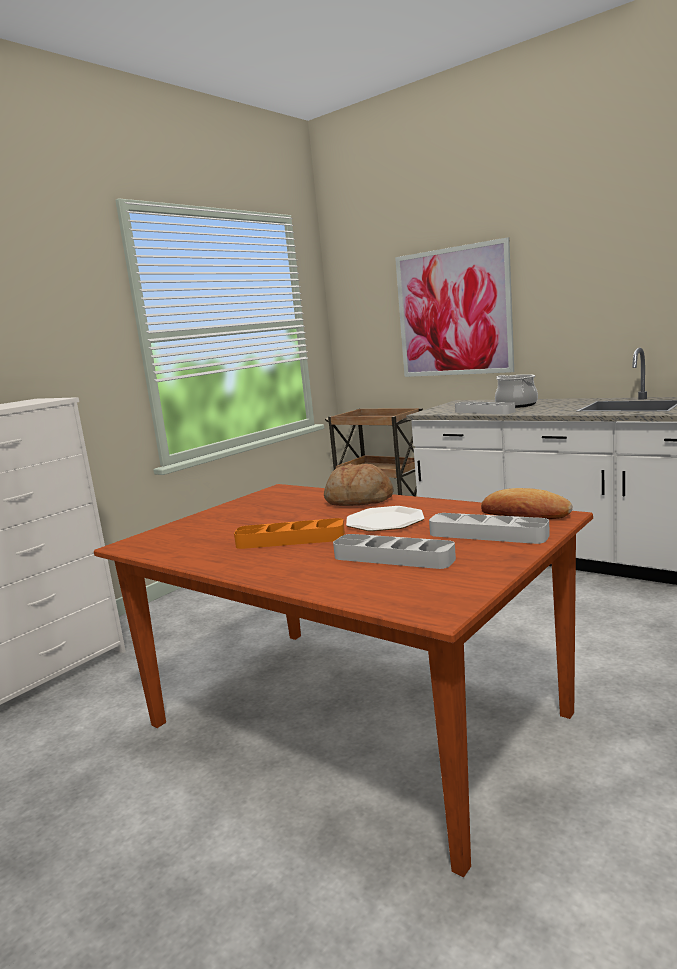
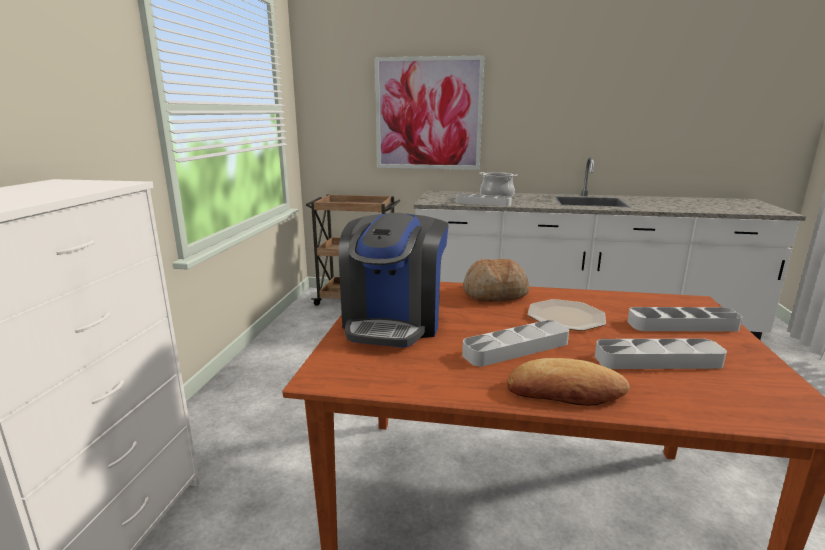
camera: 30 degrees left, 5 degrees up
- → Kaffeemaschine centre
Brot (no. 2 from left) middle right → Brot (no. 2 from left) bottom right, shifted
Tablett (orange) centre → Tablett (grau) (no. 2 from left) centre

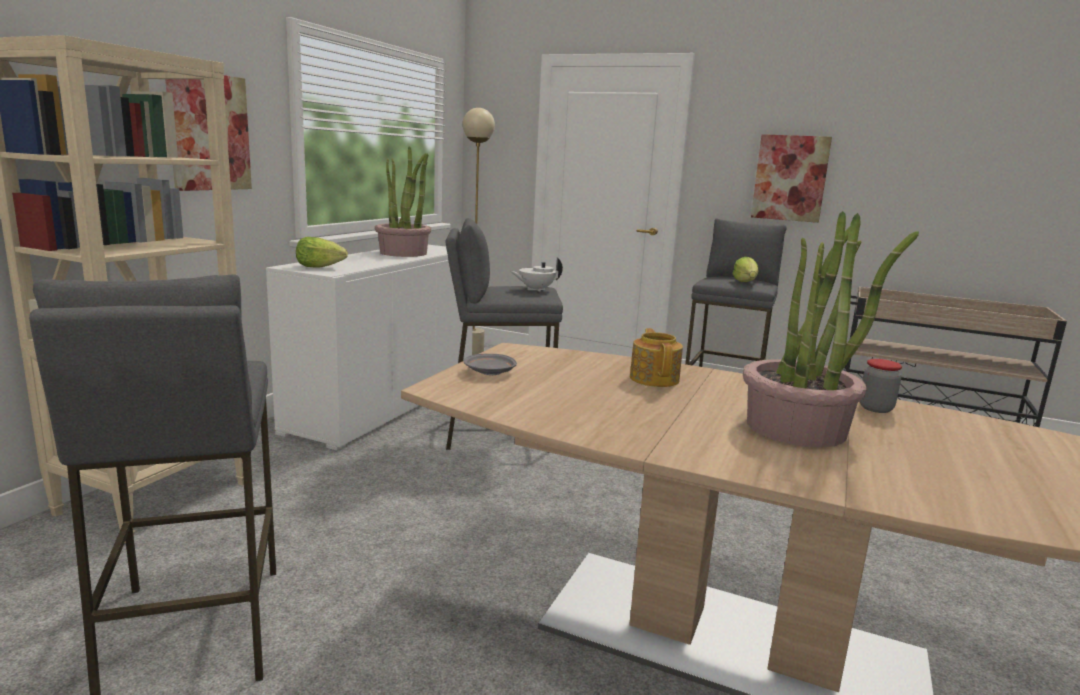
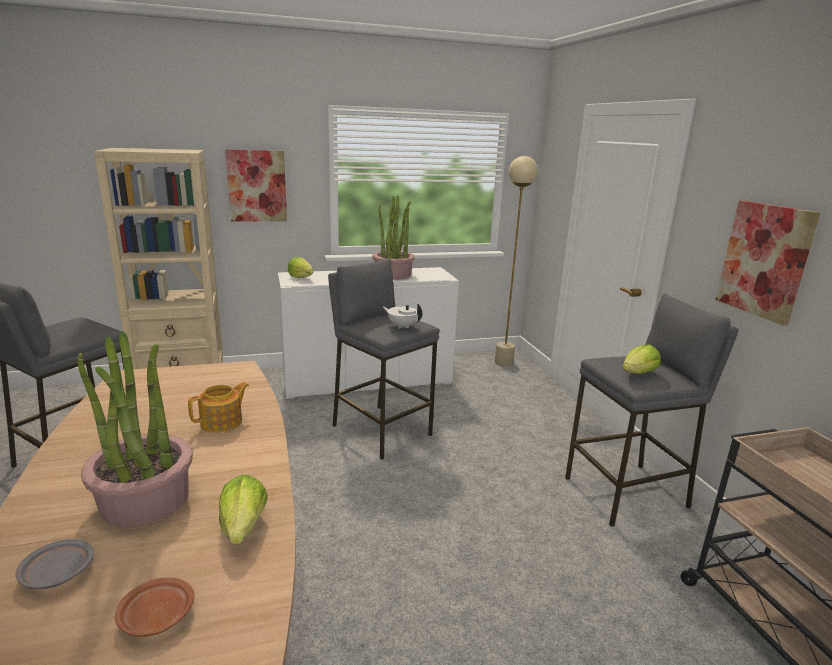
camera: 50 degrees right, 5 degrees up
- → Teller (braun) bottom left
Teller (grau) centre → Teller (grau) bottom left, shifted
Vorratsglas middle right → Salatkopf (no. 1 from left) bottom left

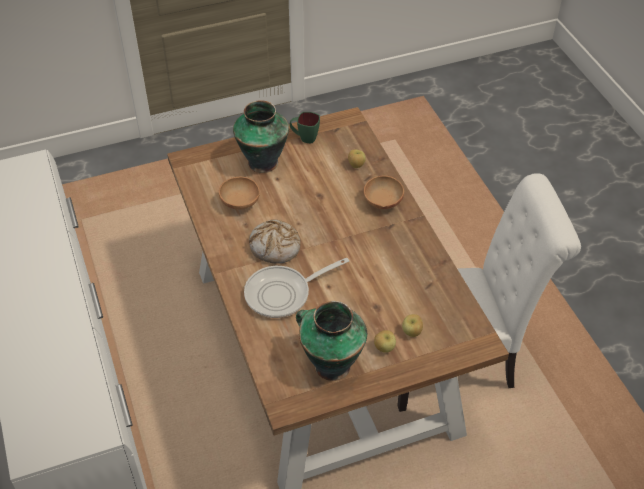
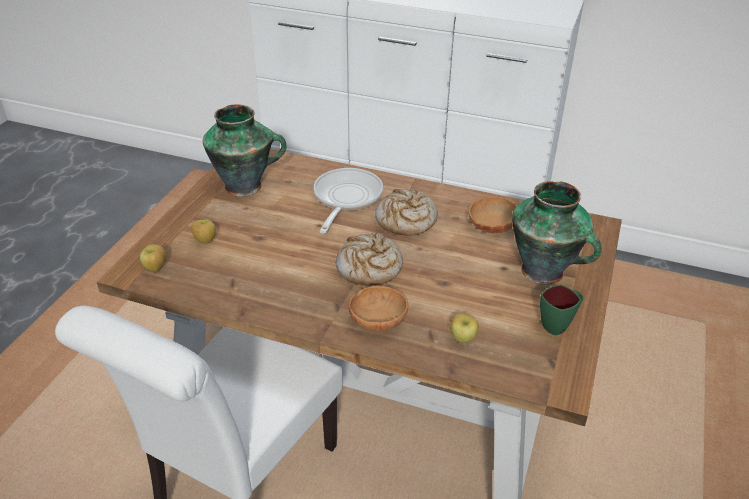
camera: 130 degrees right, 10 degrees down
- → Brot (no. 1 from left) centre
Apfel (no. 2 from left in the first image) bottom centre → Apfel (no. 1 from left) middle left, shifted

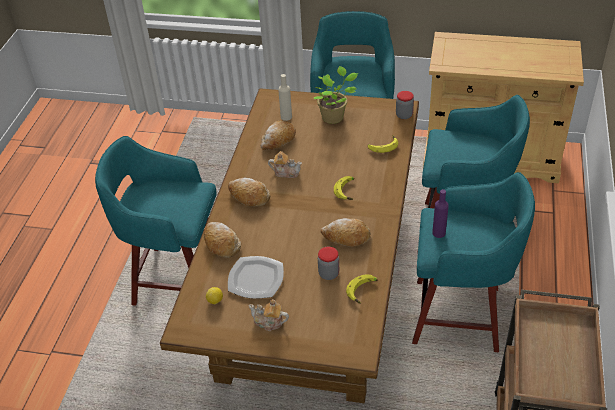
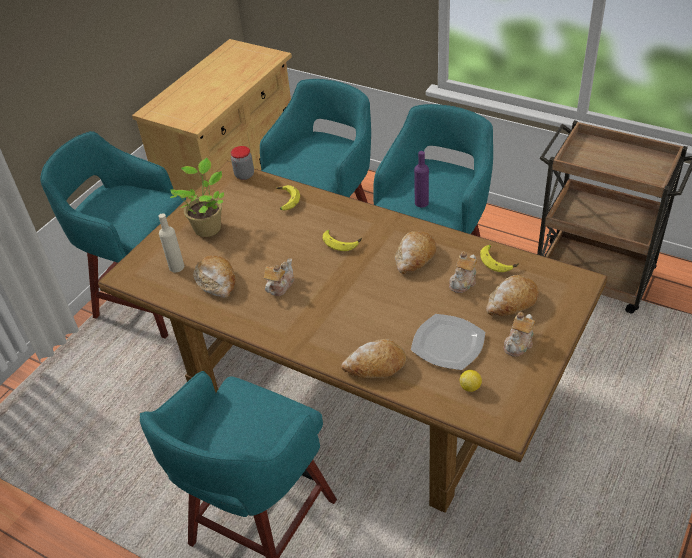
camera: 70 degrees left, 0 degrees up
Brot (no. 2 from left in the first image) centre → Brot (no. 4 from left) middle right, shifted
Vorratsglas (no. 1 from left) centre → Teekanne (no. 2 from left) middle right

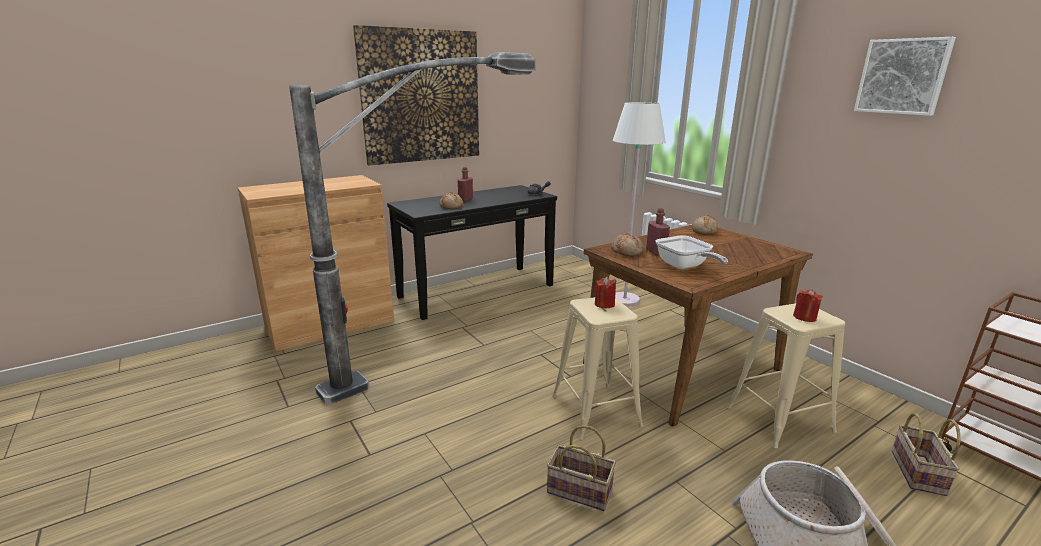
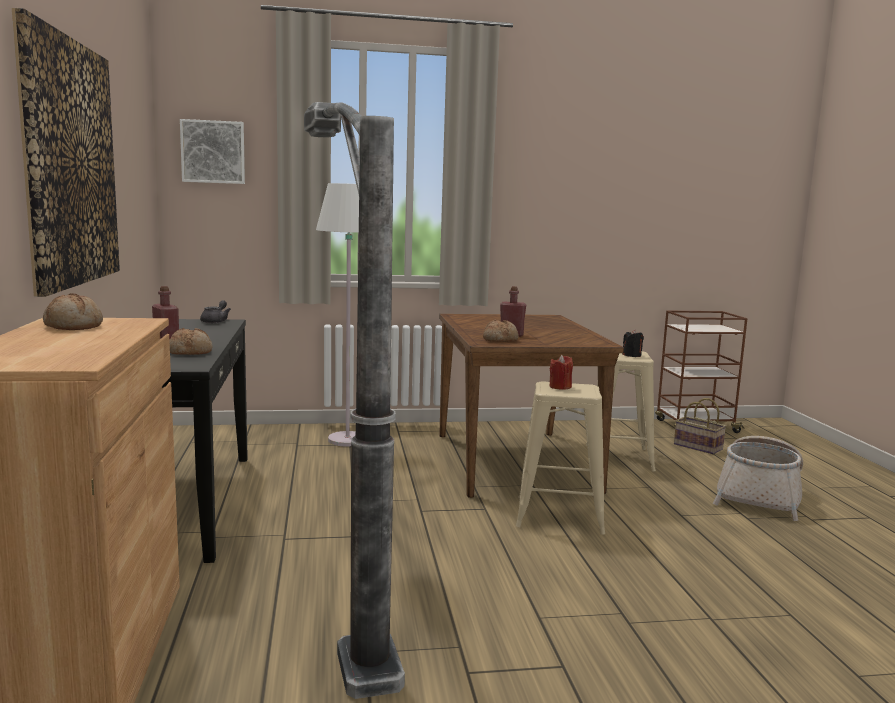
camera: 65 degrees left, 10 degrees down
Korb (no. 1 from left) bottom centre → -
Pfanne centre → -
Brot (no. 3 from left in the first image) middle right → Brot (no. 1 from left) middle left, shifted
Bild (no. 2 from left) top right → Bild (no. 2 from left) top left, shifted
Kerze (rot) (no. 2 from left) middle right → Kerze (schwarz) middle right

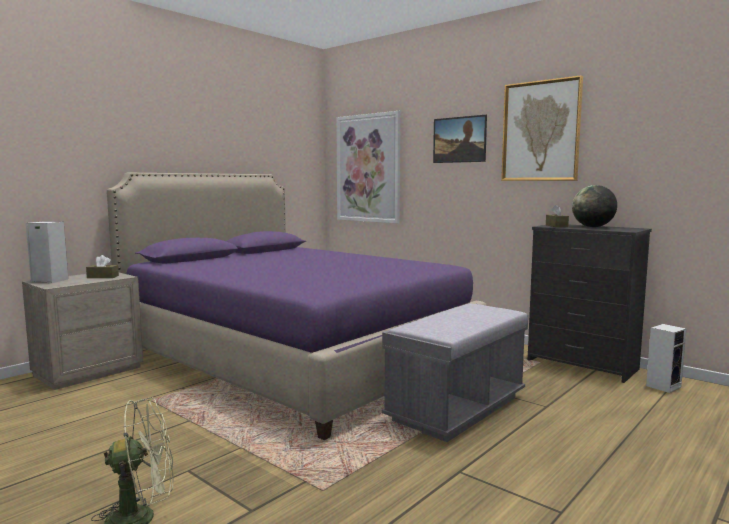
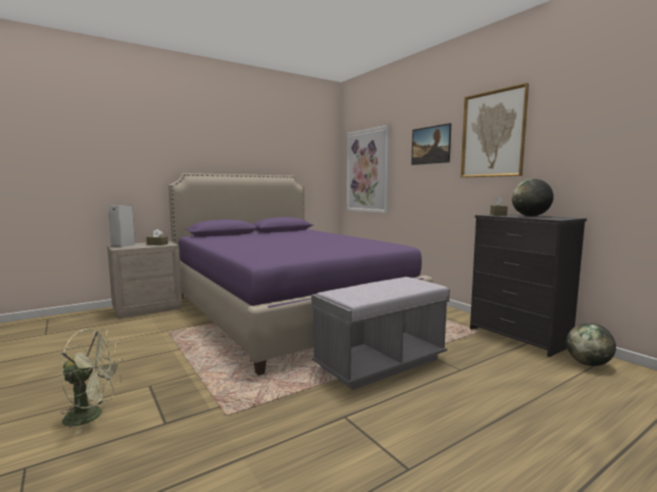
camera: 15 degrees right, 0 degrees up
Lautsprecher (no. 2 from left) bottom right → Globus (no. 2 from left) bottom right

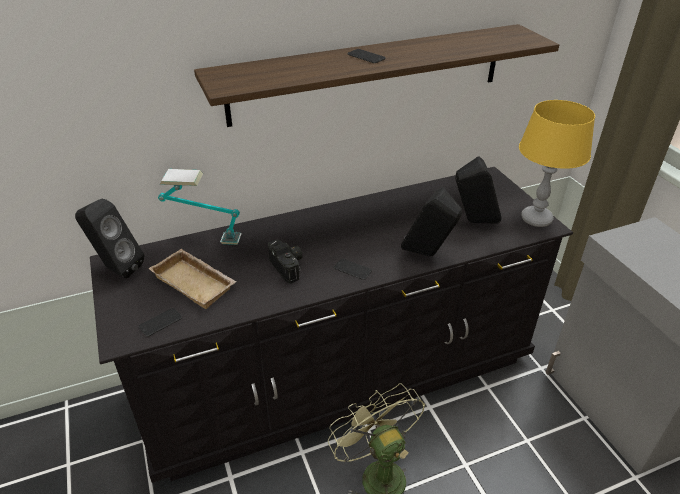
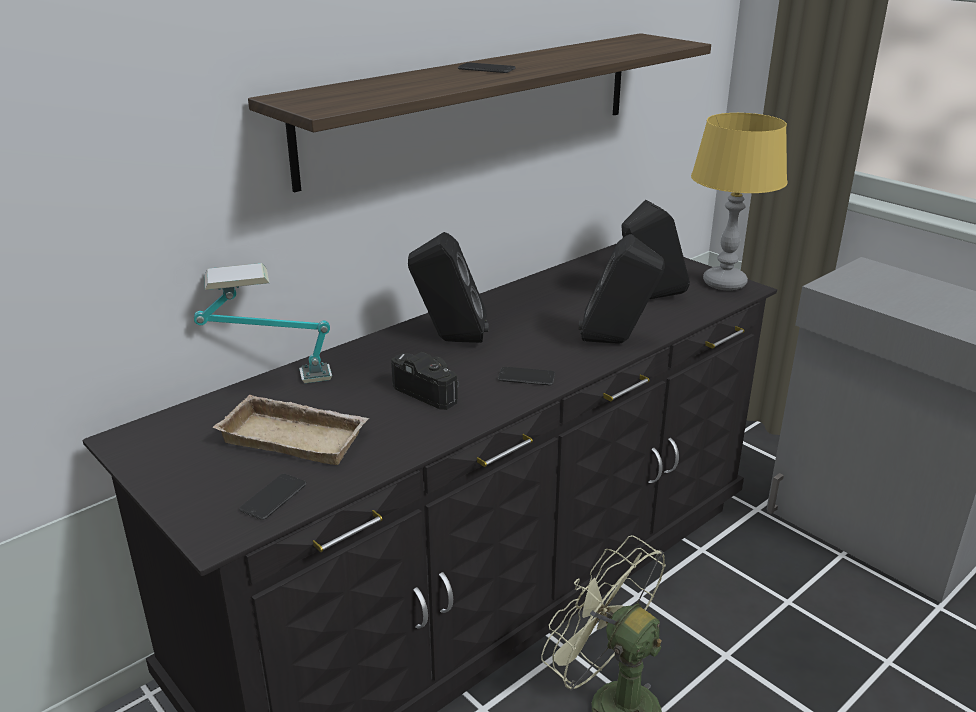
camera: 20 degrees left, 10 degrees down
Lautsprecher (schwarz) (no. 1 from left) middle left → Lautsprecher (schwarz) (no. 1 from left) centre, shifted

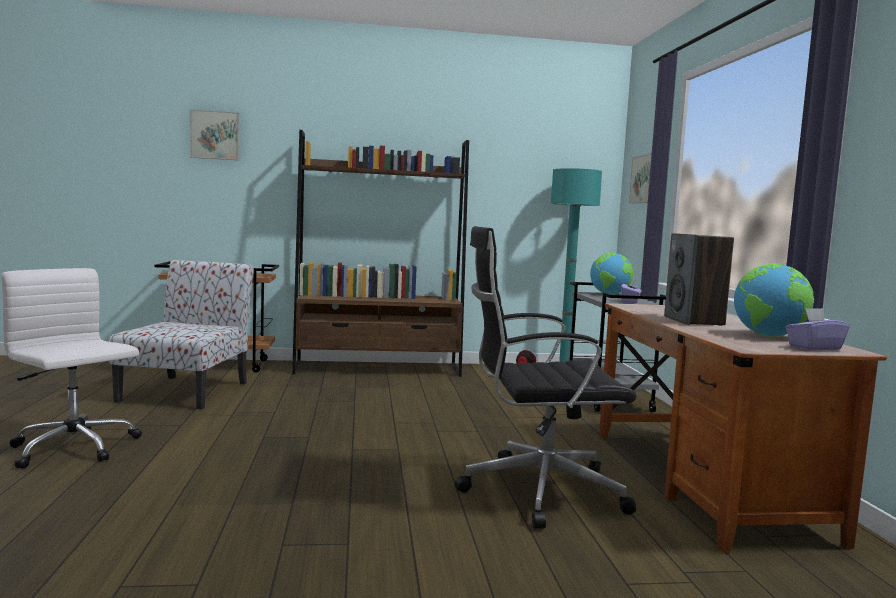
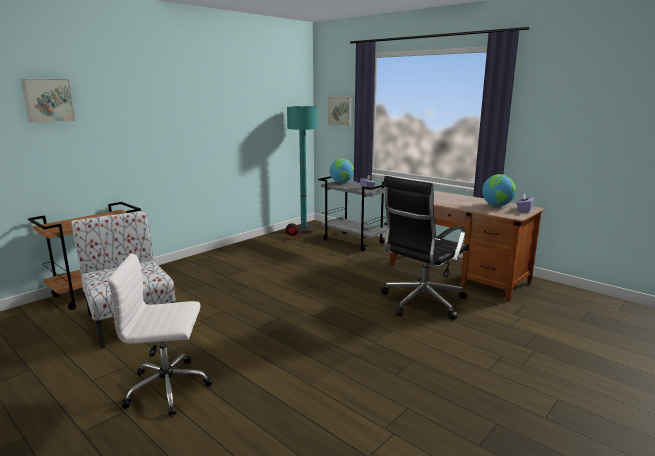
camera: 40 degrees left, 10 degrees up
Bücherregal (braun) centre → -
Lautsprecher middle right → -

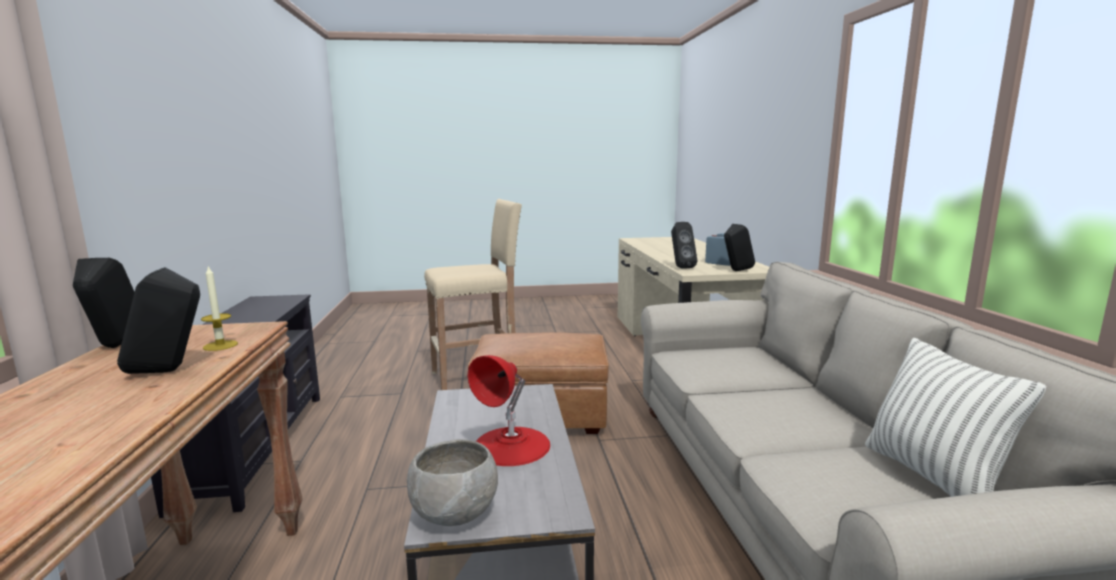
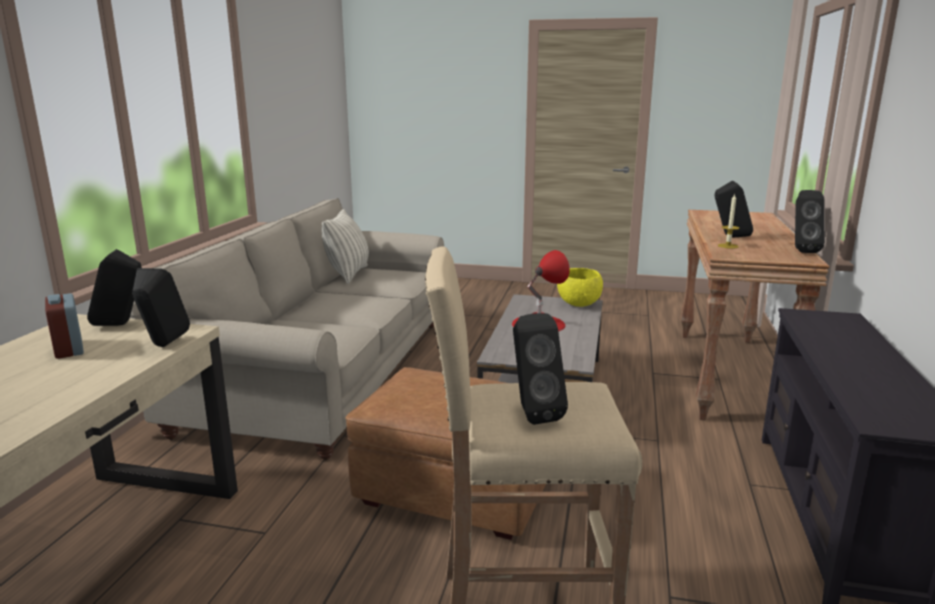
camera: 160 degrees left, 5 degrees up
- → Lautsprecher (schwarz) (no. 3 from left) centre
Schüssel (grau) bottom centre → Schüssel (gelb) centre

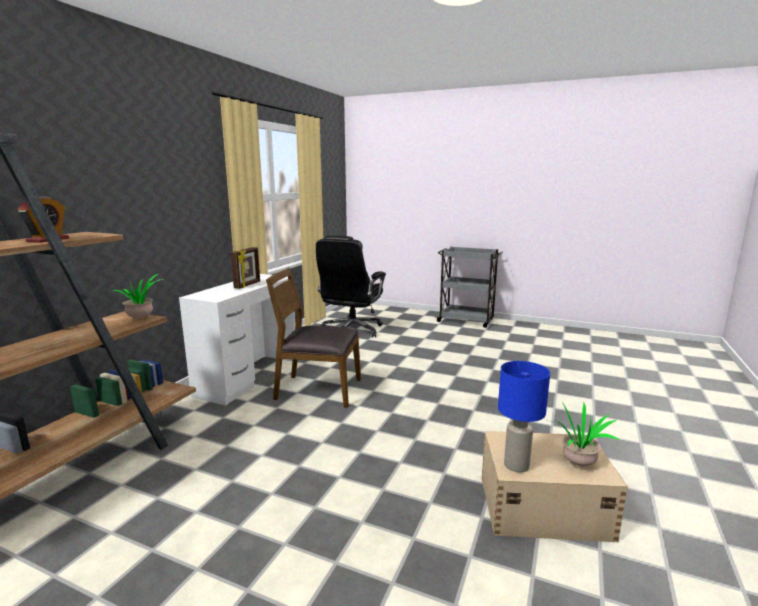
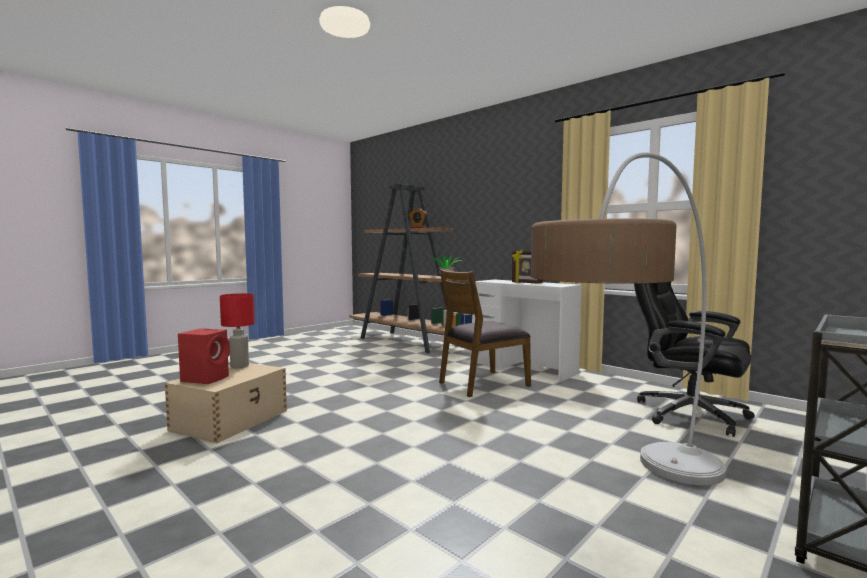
camera: 110 degrees right, 10 degrees down
- → Stehlampe middle right
Topfpflanze (no. 2 from left) bottom right → Lautsprecher (rot) middle left
Tischlampe (blau) bottom right → Tischlampe (rot) middle left
Stuhl (braun) centre, 150 degrees counterclockwise

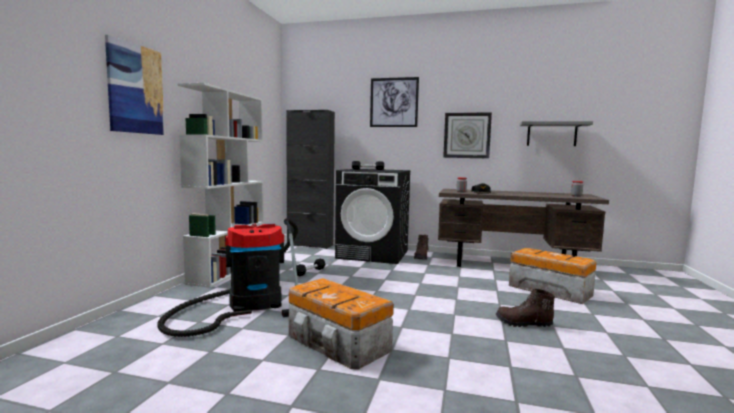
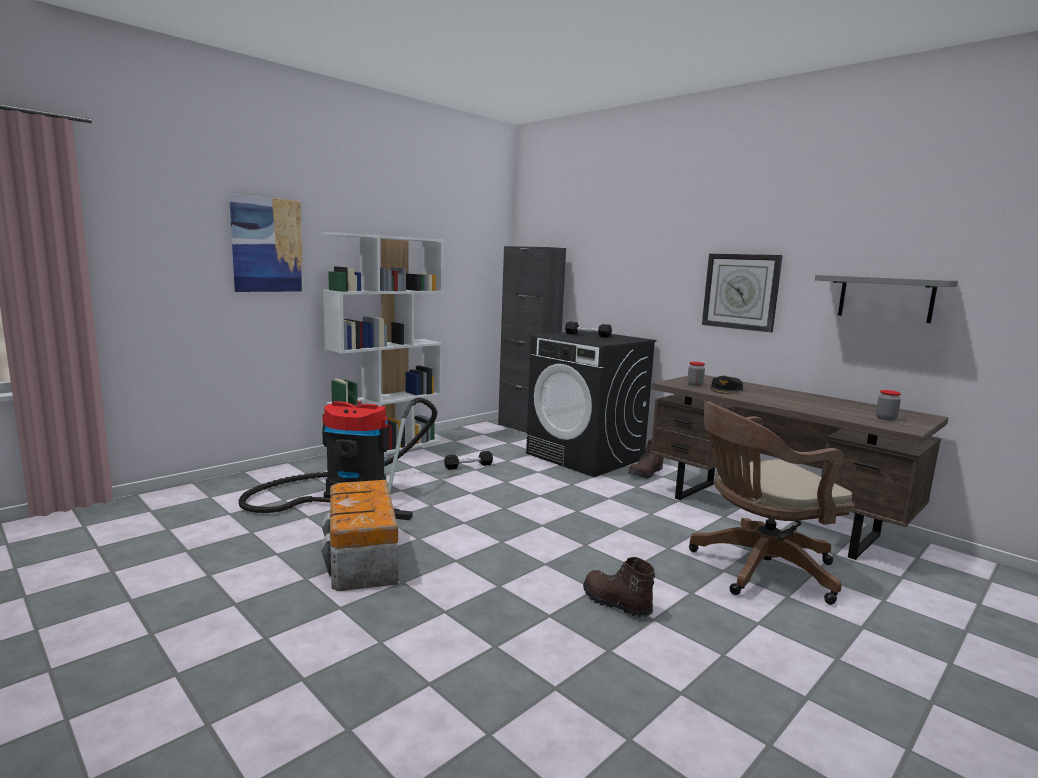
camera: 30 degrees right, 5 degrees up
Bild (no. 2 from left) top centre → -
Aufbewahrungsbox (no. 2 from left) bottom right → Bürostuhl (braun) middle right

